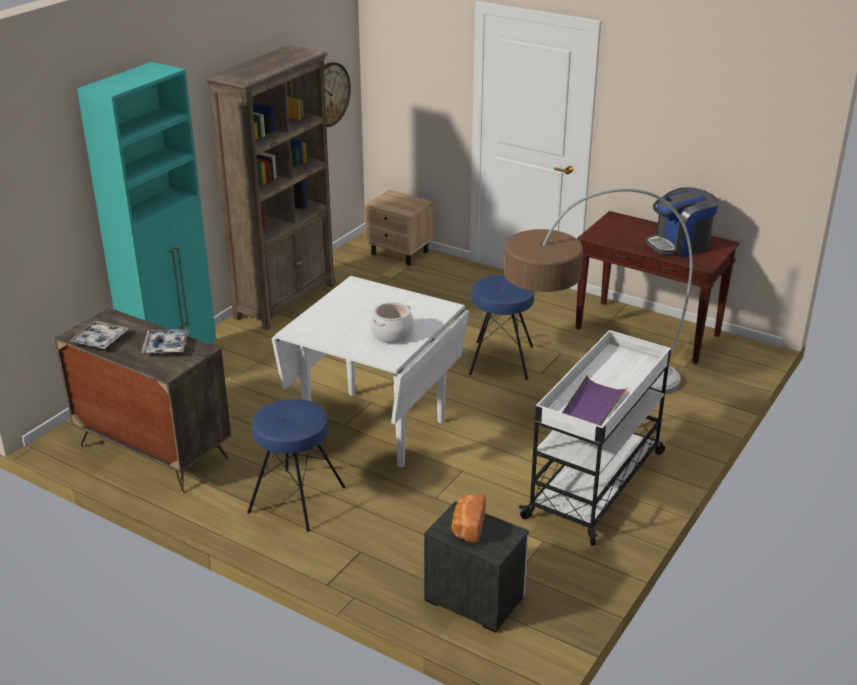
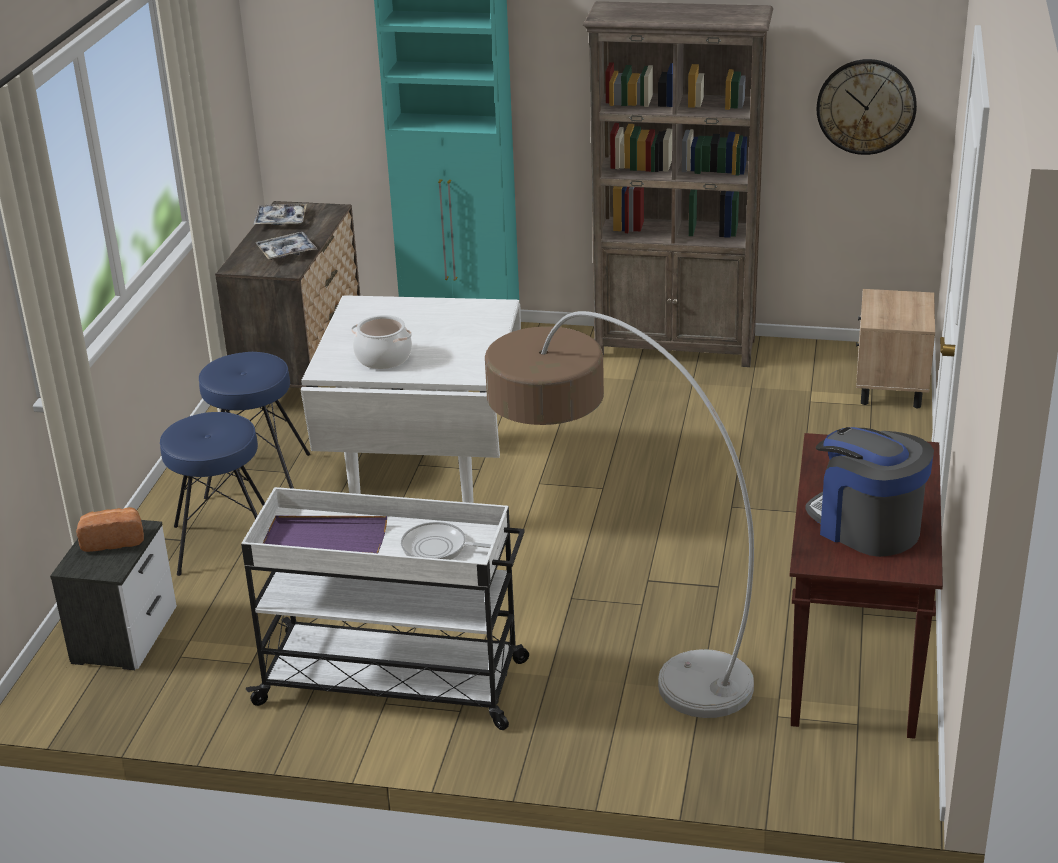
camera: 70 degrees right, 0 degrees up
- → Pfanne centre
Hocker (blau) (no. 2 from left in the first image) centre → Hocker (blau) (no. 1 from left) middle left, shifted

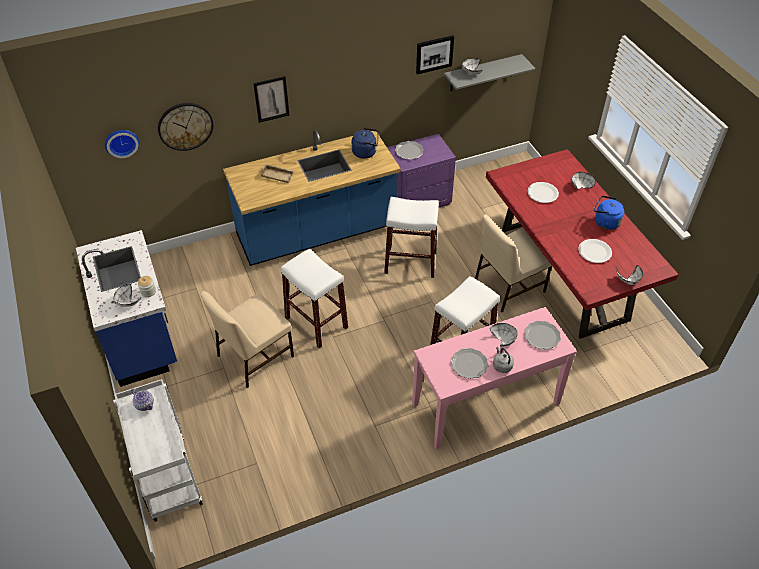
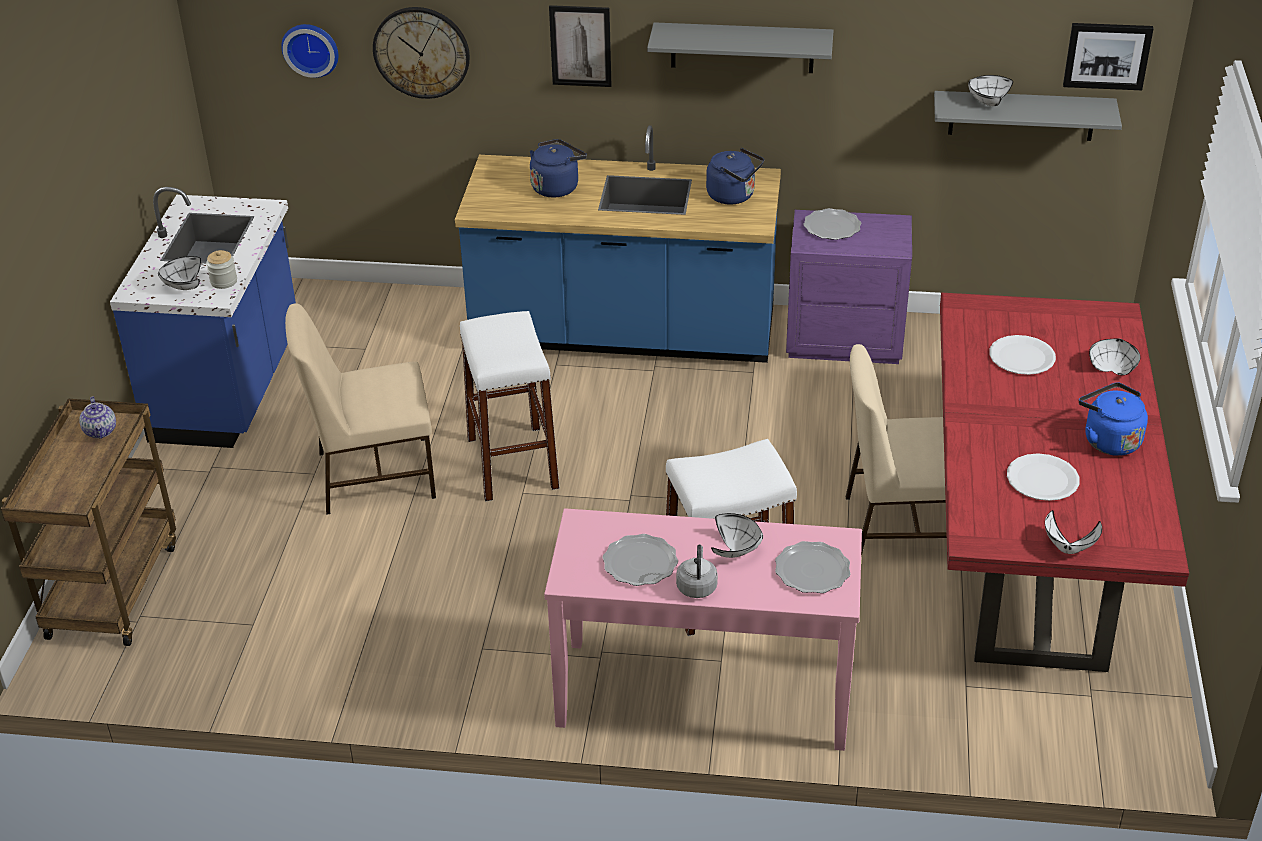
camera: 30 degrees right, 10 degrees down
Hocker (weiß) (no. 2 from left) centre → -
- → Wandregal (grau) (no. 1 from left) top centre
Bild (no. 2 from left) top centre → Bild (no. 2 from left) top right, shifted
Tablett (beige) top centre → Wasserkessel (blau) (no. 1 from left) top centre
Rollwagen (weiß) bottom left → Rollwagen (braun) middle left

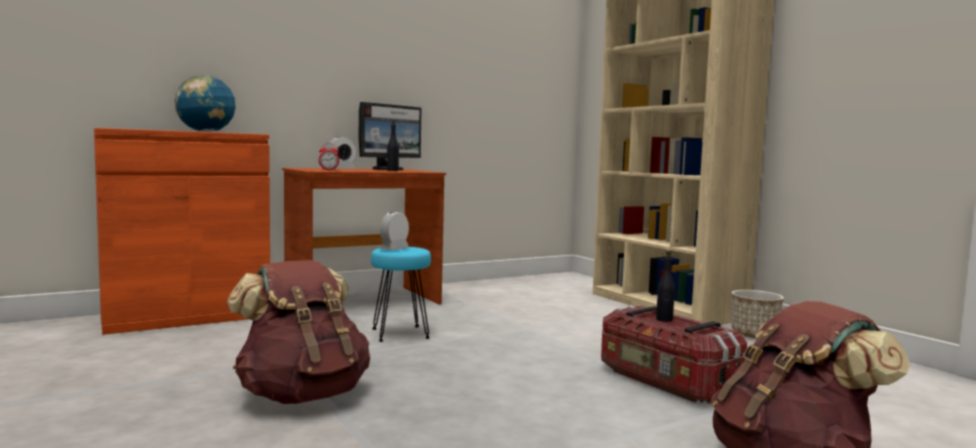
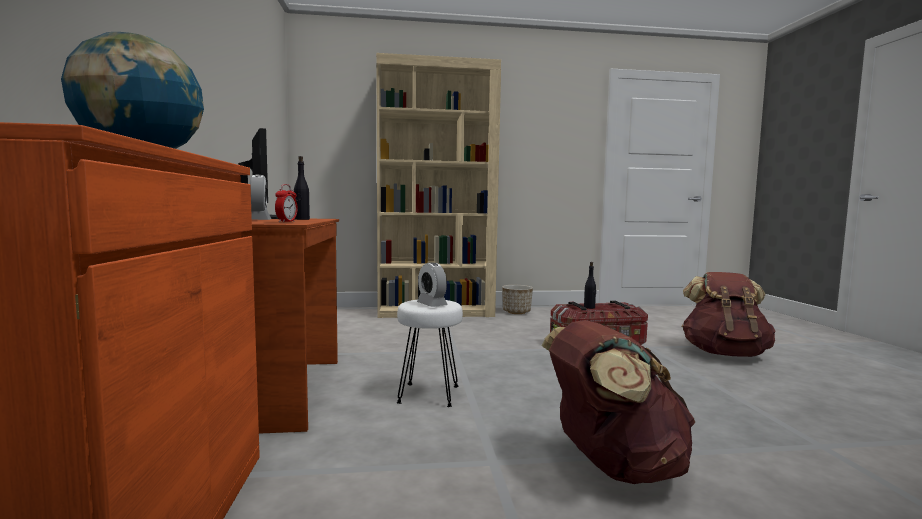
camera: 65 degrees left, 0 degrees up
Hocker (türkis) centre → Hocker (weiß) bottom centre

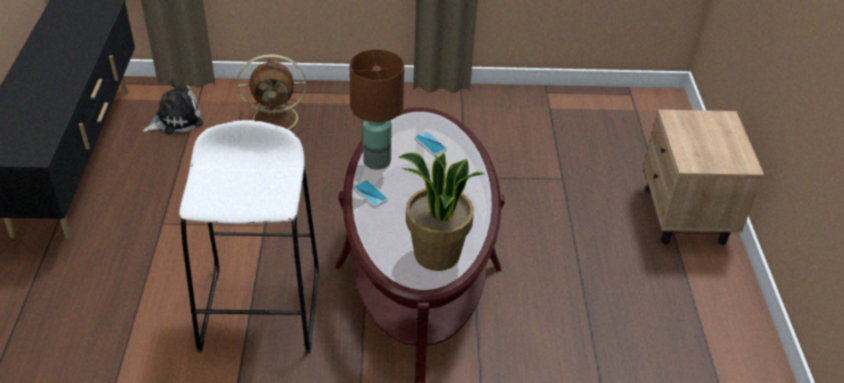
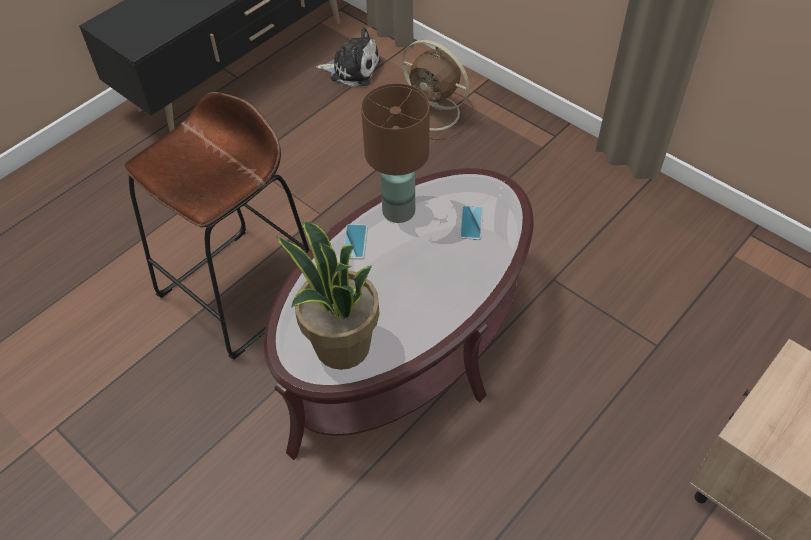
camera: 45 degrees right, 10 degrees up
Hocker (weiß) middle left → Hocker (braun) middle left

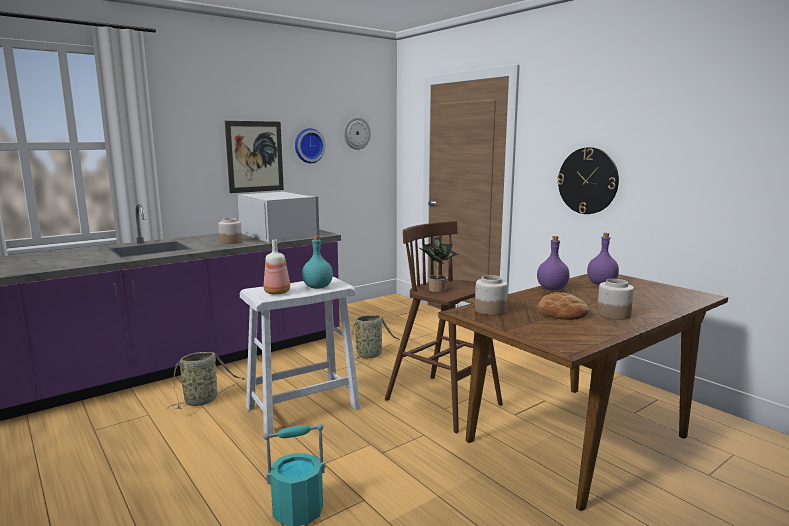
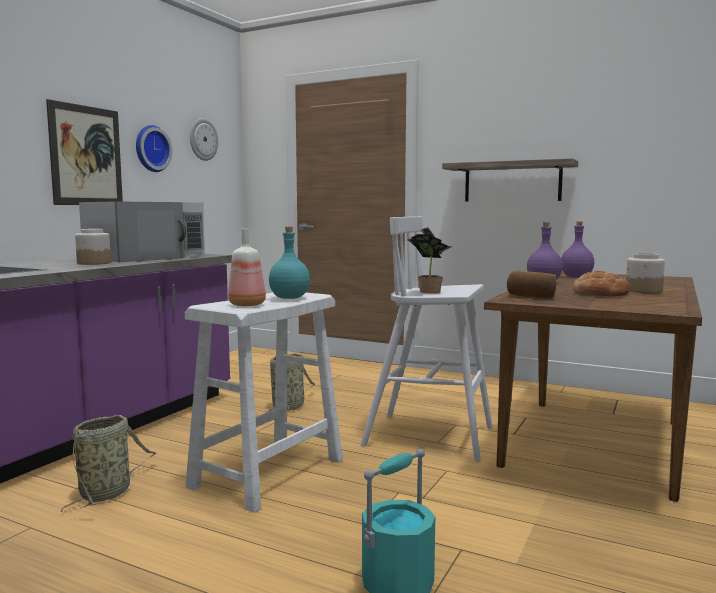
camera: 25 degrees left, 5 degrees down
Vorratsglas (no. 2 from left) centre → Brot (no. 1 from left) middle right
Wanduhr (no. 3 from left) middle right → Wandregal top right
Hocker (braun) centre → Hocker (weiß) (no. 2 from left) centre
Mikrowelle (weiß) centre → Mikrowelle (weiß) middle left, 105 degrees clockwise

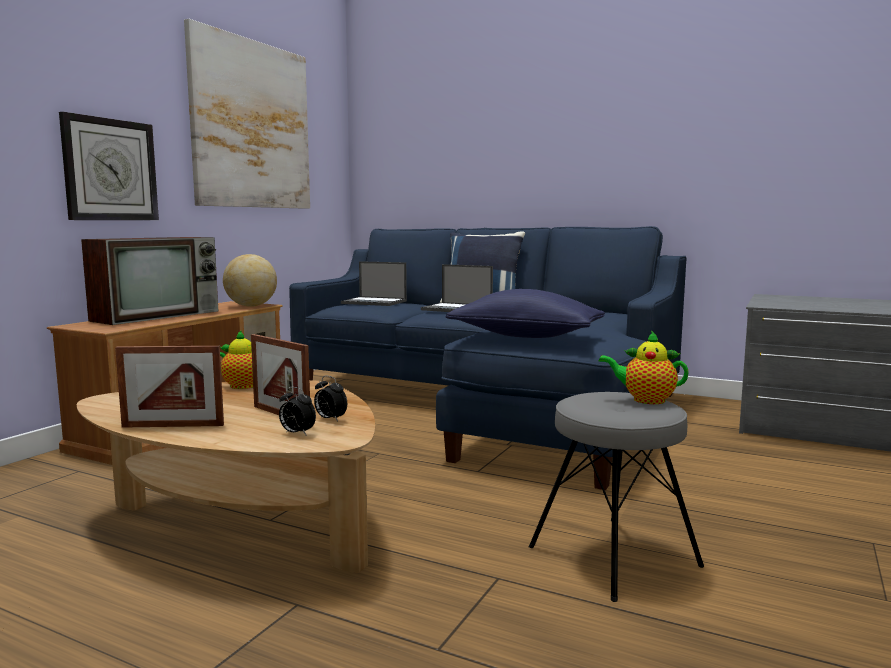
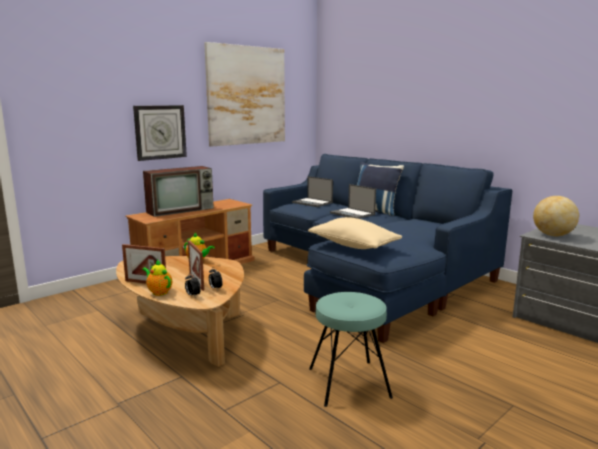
camera: 20 degrees right, 5 degrees up
Globus middle left → Globus middle right, shifted
Teekanne (no. 2 from left in the first image) middle right → Teekanne (no. 1 from left) middle left, shifted
Kissen (blau) (no. 2 from left) centre → Kissen (beige) centre
Hocker (grau) bottom right → Hocker (türkis) bottom centre

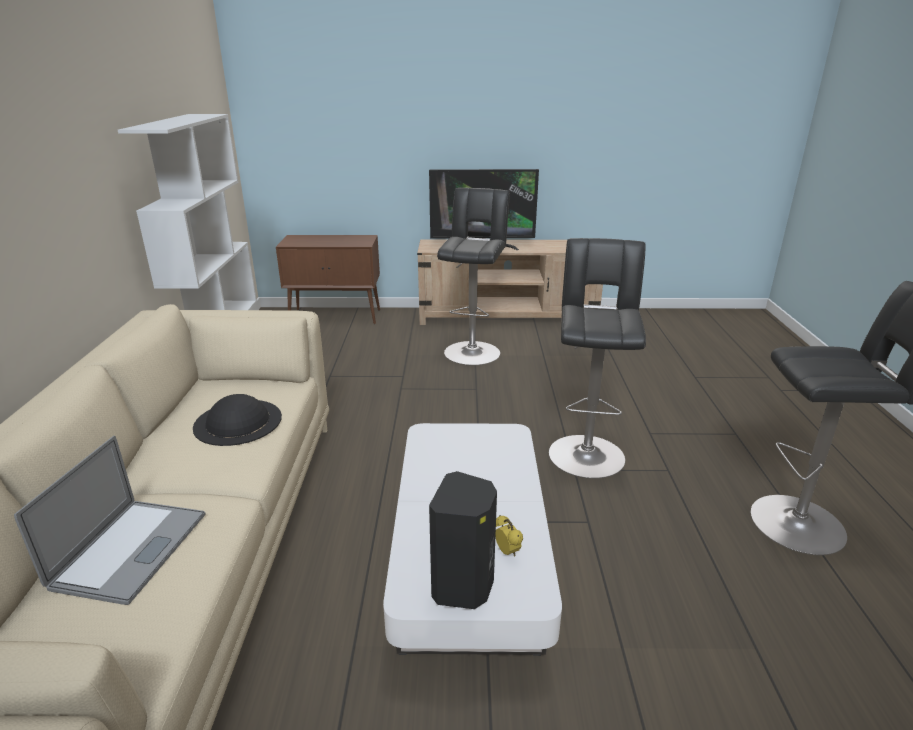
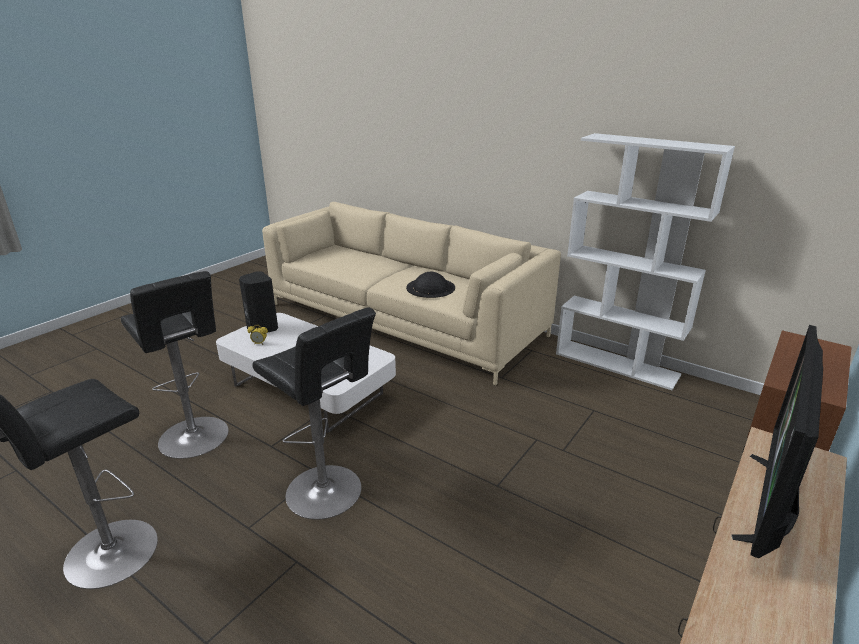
camera: 125 degrees right, 0 degrees up
Laptop bottom left → -
Hocker (schwarz) (no. 1 from left in the first image) centre → Hocker (schwarz) (no. 2 from left) middle left, shifted

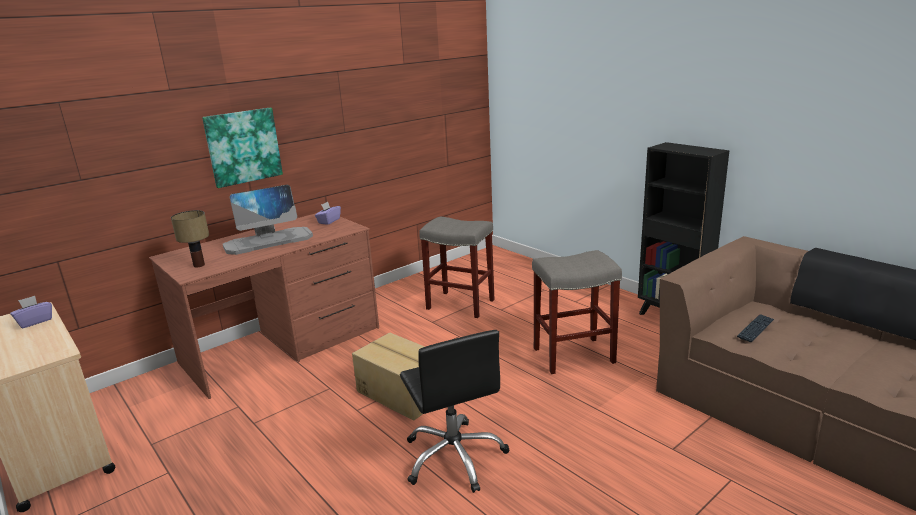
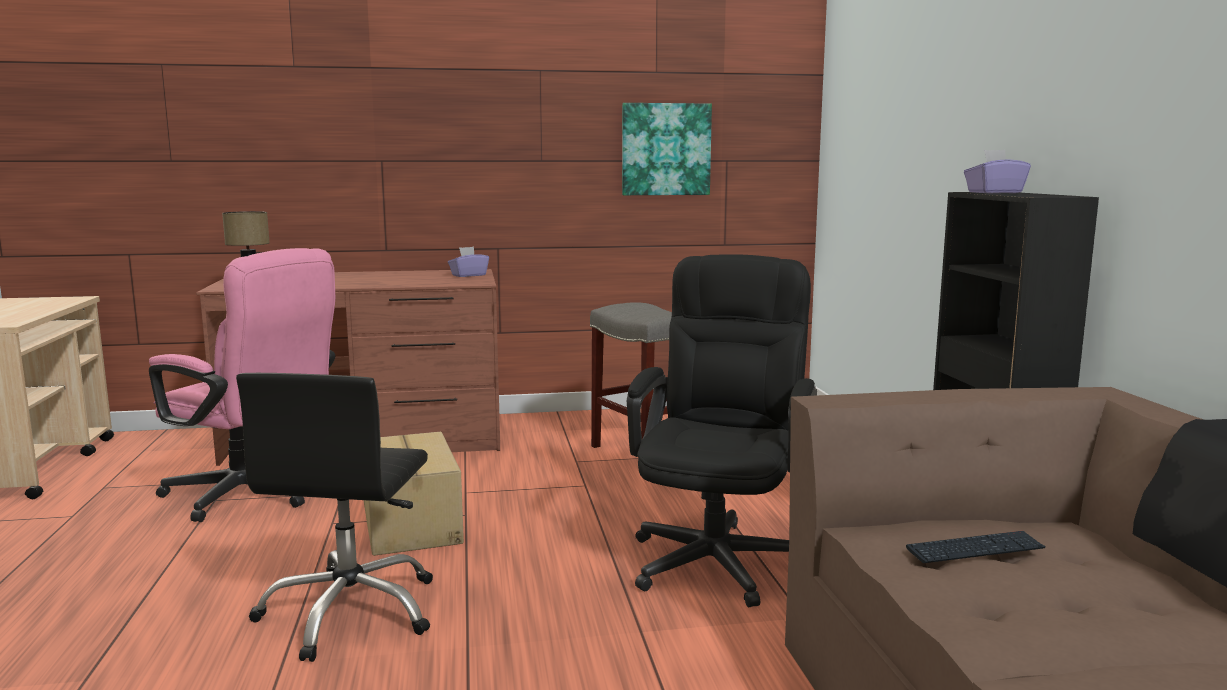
camera: 30 degrees right, 10 degrees down
Monitor middle left → -
- → Bürostuhl (rosa) middle left
Taschentuchbox (lila) (no. 1 from left in the first image) middle left → Taschentuchbox (lila) (no. 2 from left) top right, shifted
Bild top left → Bild top centre, shifted
Hocker (grau) (no. 2 from left) centre → Bürostuhl (schwarz) (no. 2 from left) centre

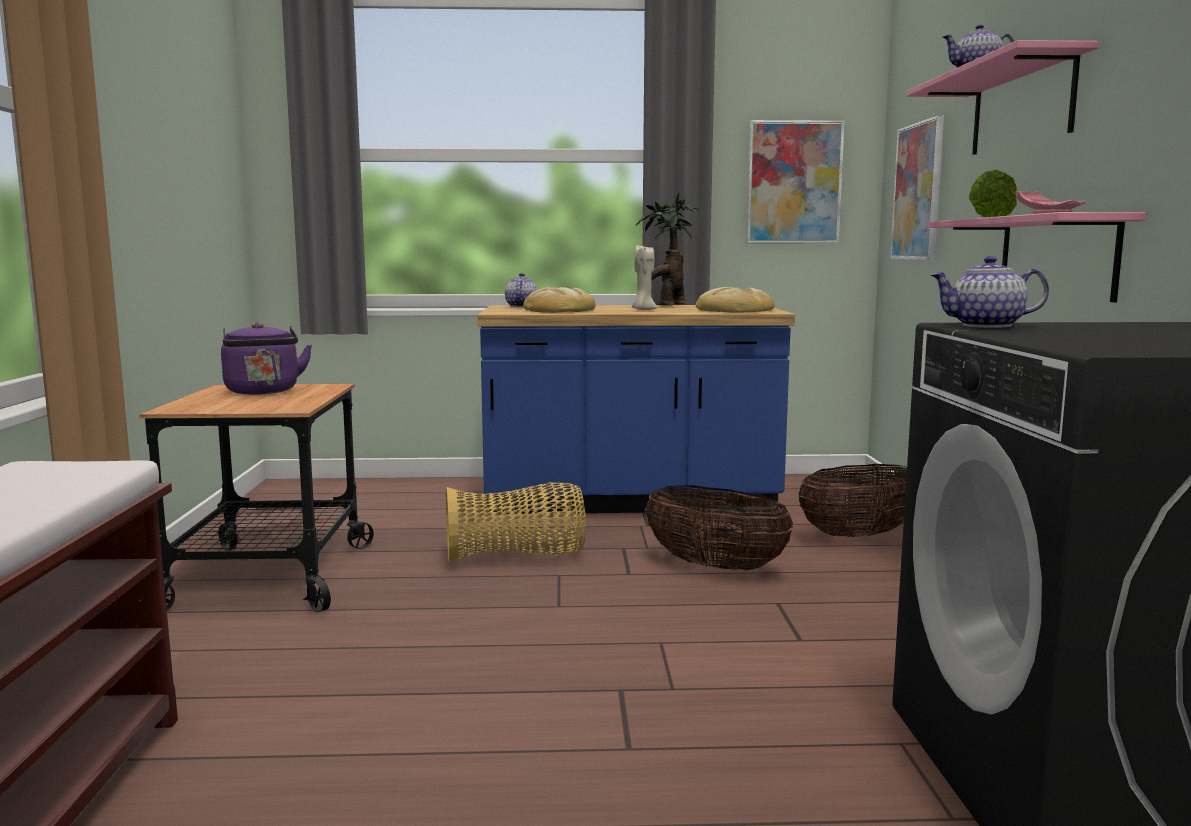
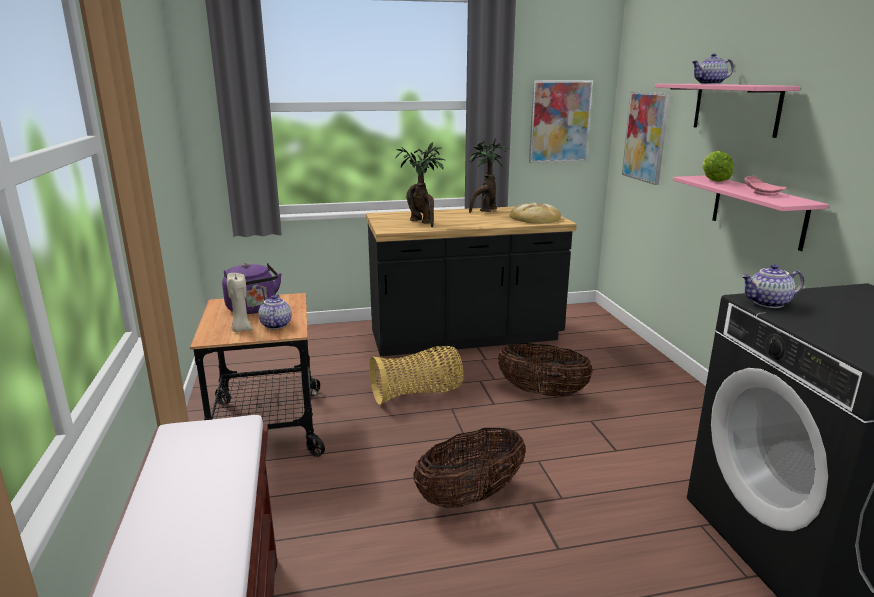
camera: 10 degrees left, 10 degrees up
Teekanne (no. 1 from left) centre → Teekanne (no. 1 from left) middle left, shifted
Kerze (beige) centre → Kerze (beige) middle left, shifted
Korb (no. 3 from left in the first image) middle right → Korb (no. 2 from left) bottom centre, shifted
Brot (no. 1 from left) centre → Topfpflanze (no. 1 from left) top centre
Küchenzeile (blau) centre → Küchenzeile (schwarz) centre

